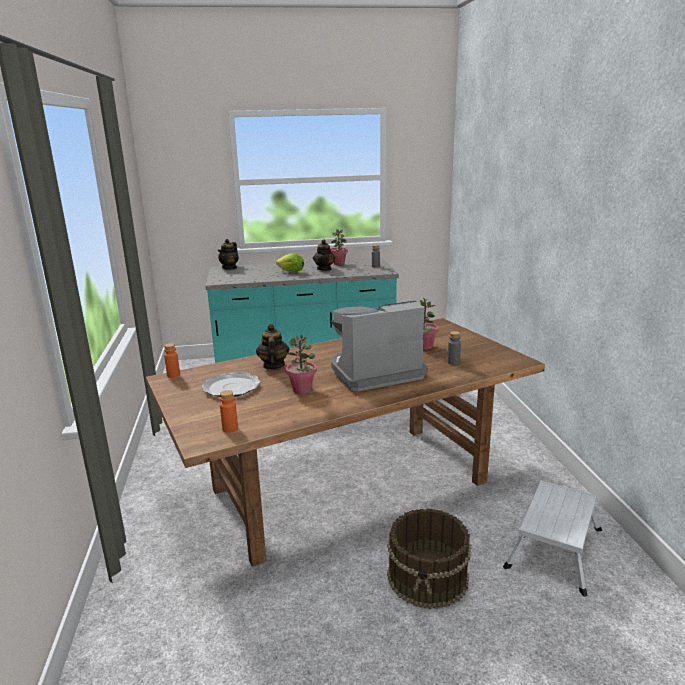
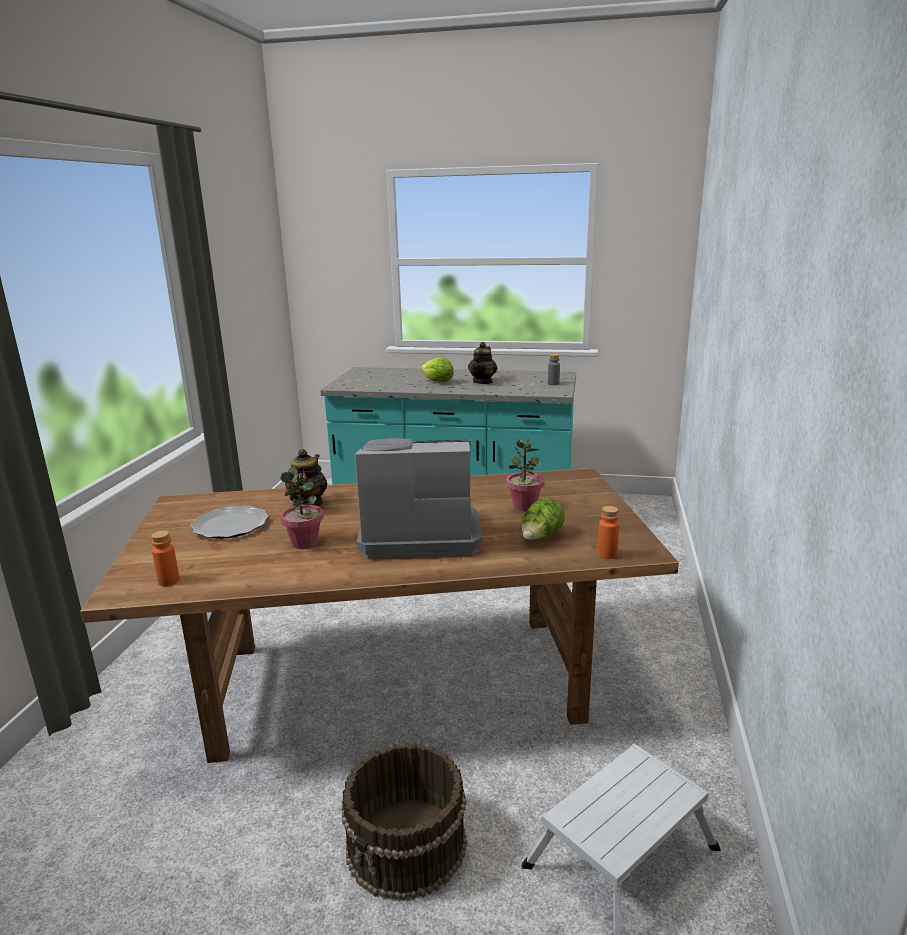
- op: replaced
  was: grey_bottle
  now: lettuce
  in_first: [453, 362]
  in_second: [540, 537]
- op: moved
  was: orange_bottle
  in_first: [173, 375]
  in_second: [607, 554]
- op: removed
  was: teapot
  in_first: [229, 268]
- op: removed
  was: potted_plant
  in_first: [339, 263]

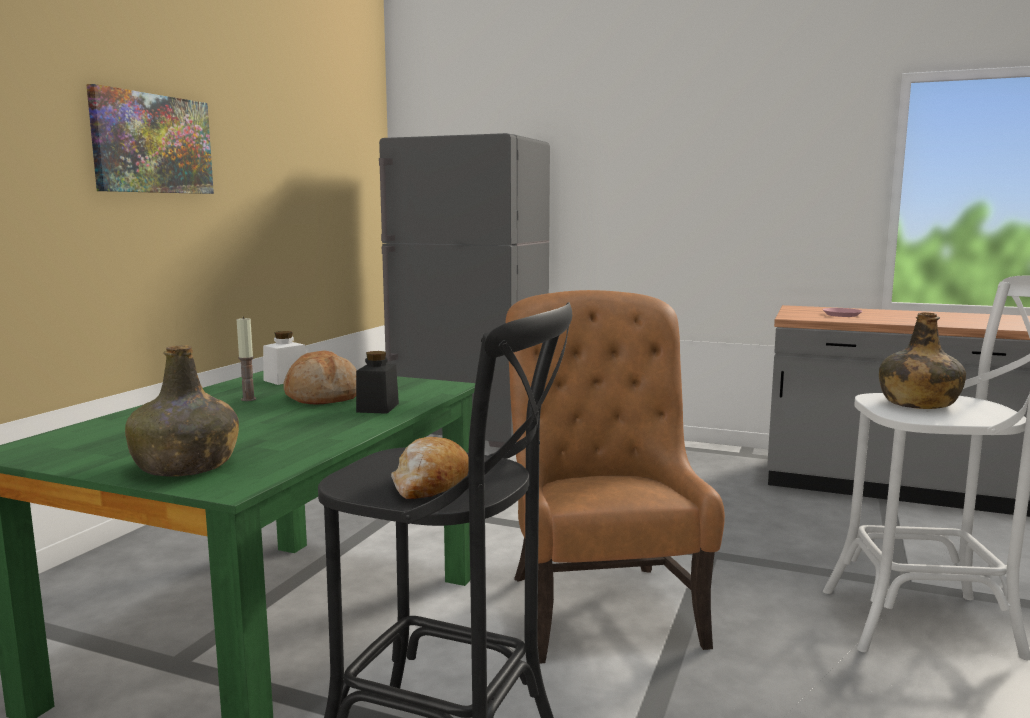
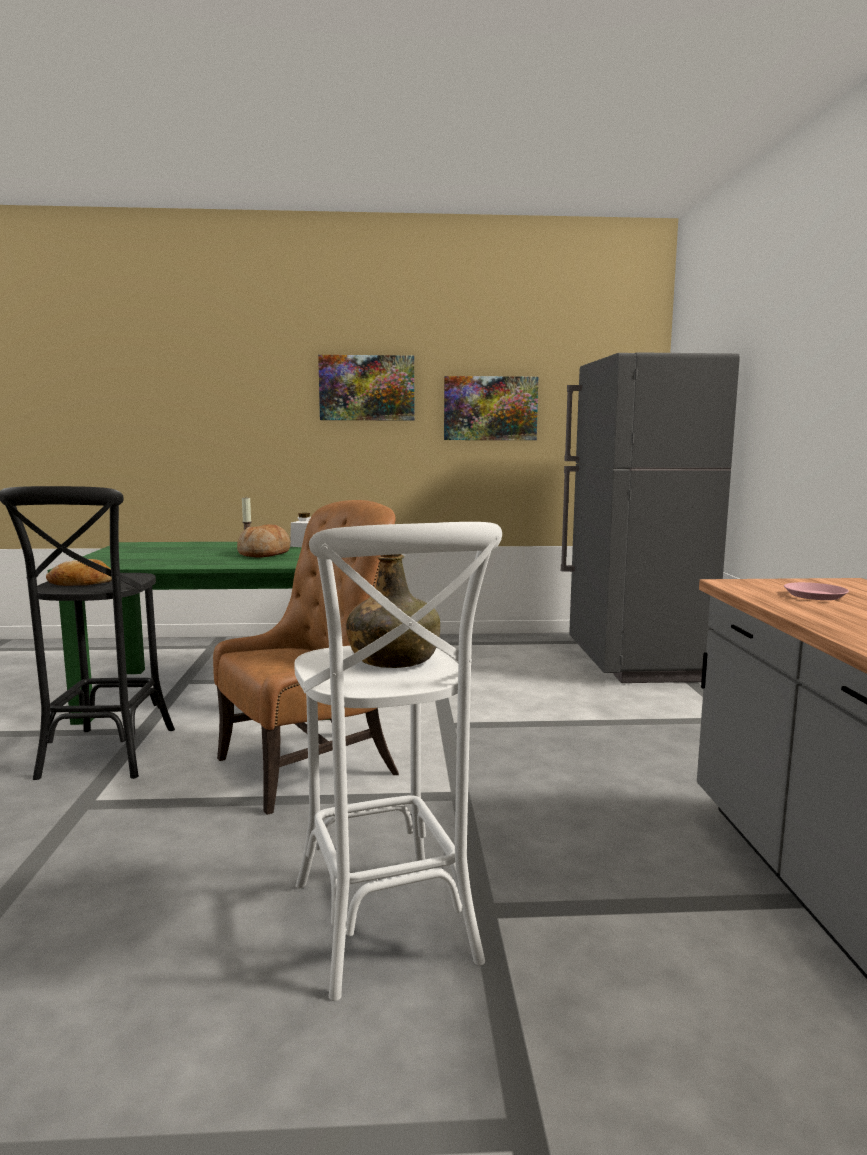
- op: added
  now: picture
  in_second: [490, 408]
- op: removed
  was: green_bottle
  in_first: [186, 466]
- op: removed
  was: black_jar
  in_first: [377, 408]

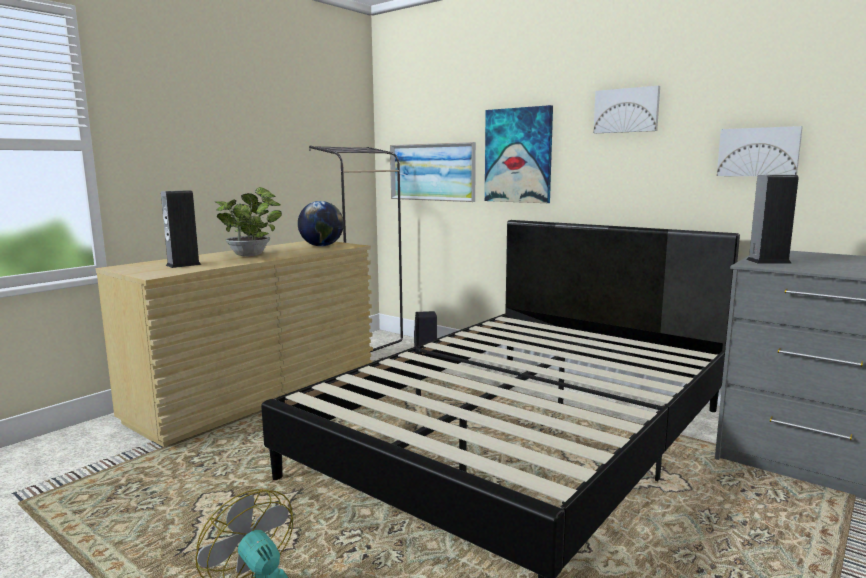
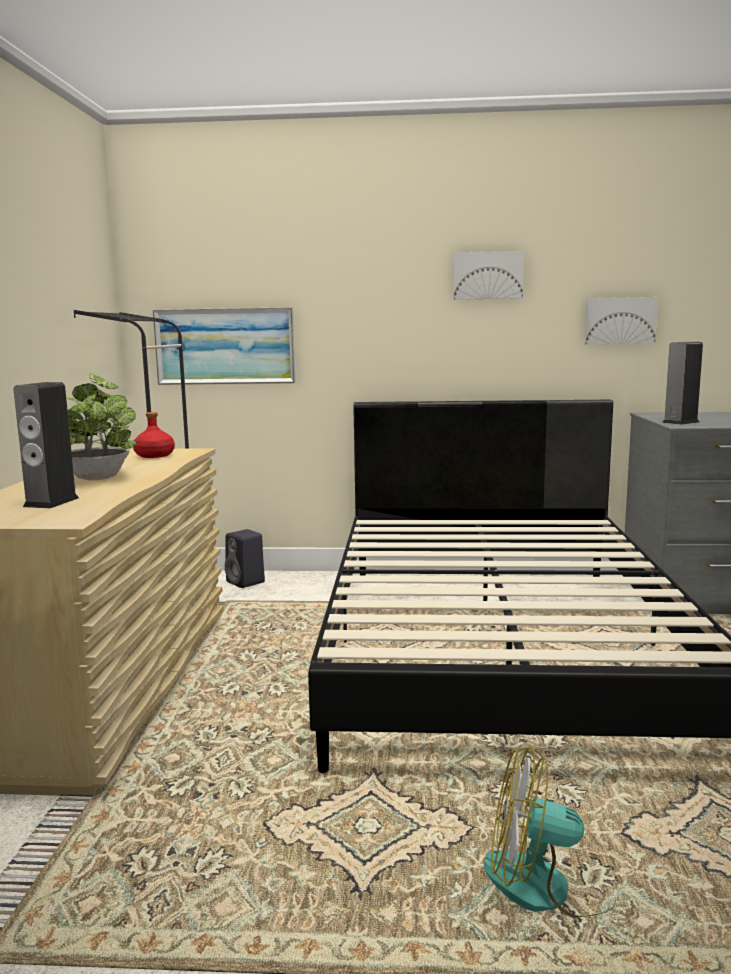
- op: replaced
  was: globe
  now: red_bottle
  in_first: [321, 246]
  in_second: [154, 455]
- op: removed
  was: picture
  in_first: [518, 155]

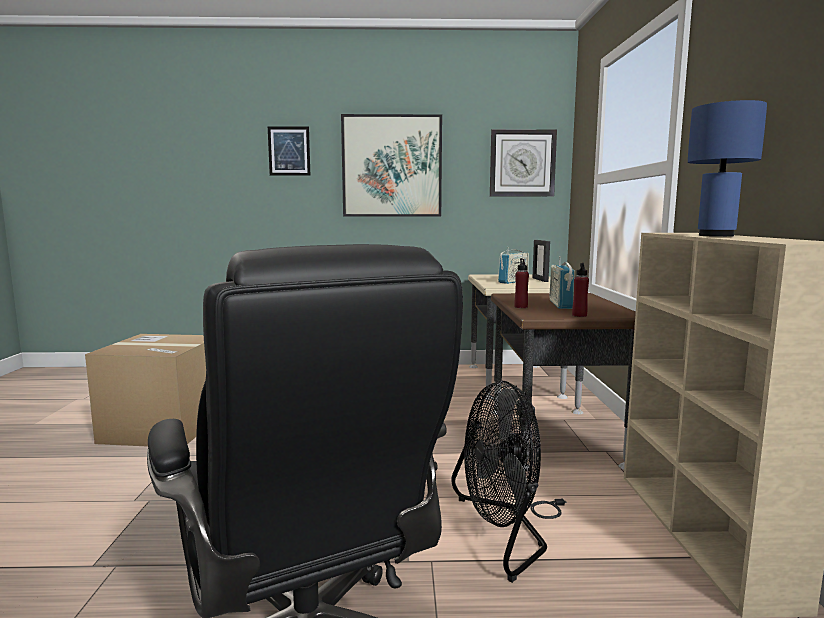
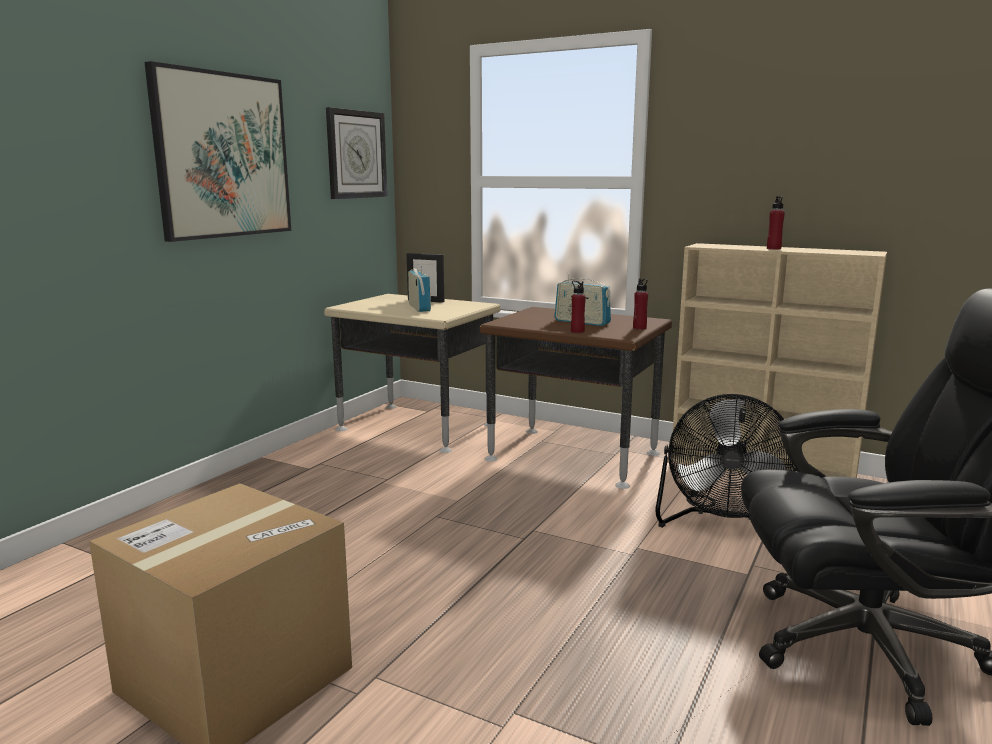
- op: replaced
  was: blue_table_lamp
  now: red_bottle
  in_first: [716, 236]
  in_second: [773, 248]
- op: removed
  was: picture
  in_first: [289, 151]

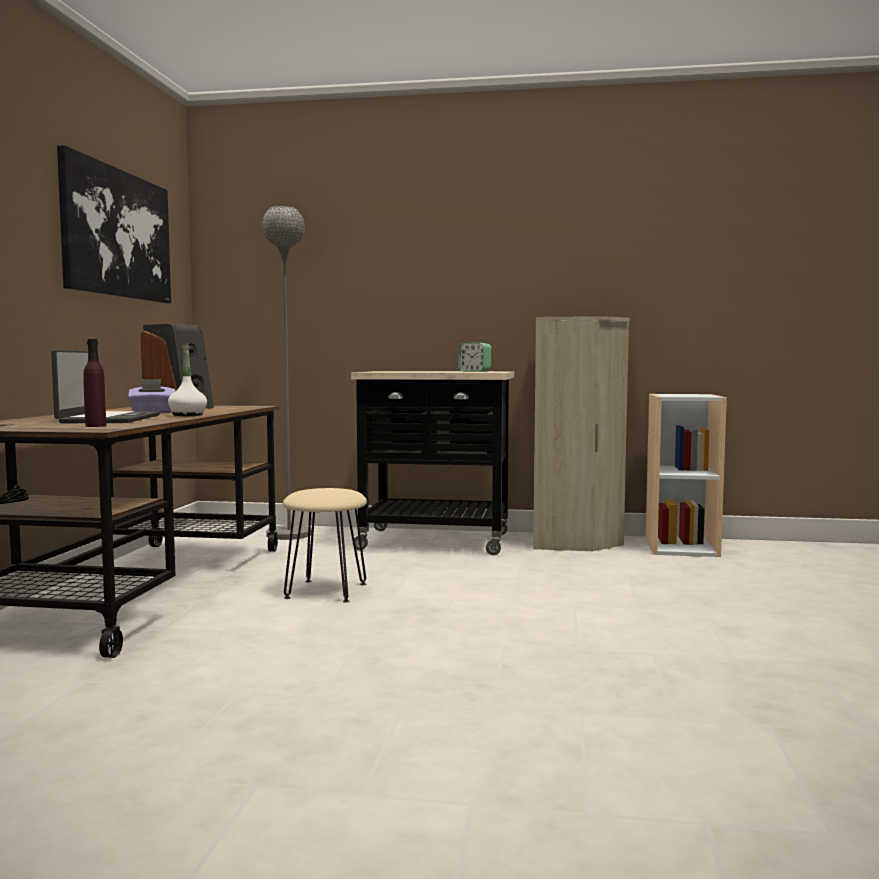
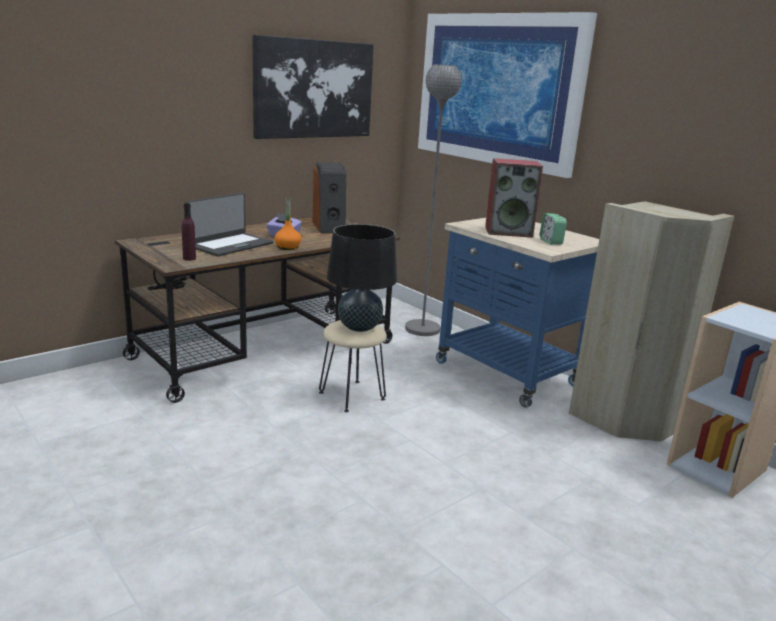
- op: recoloured
  was: white_bottle
  now: orange_bottle
  in_first: [187, 415]
  in_second: [287, 247]
- op: added
  now: black_table_lamp
  in_second: [359, 327]
- op: added
  now: picture
  in_second: [497, 90]
- op: recoloured
  was: black_cart
  now: blue_cart
  in_first: [436, 542]
  in_second: [507, 374]
- op: added
  now: speaker
  in_second: [509, 231]

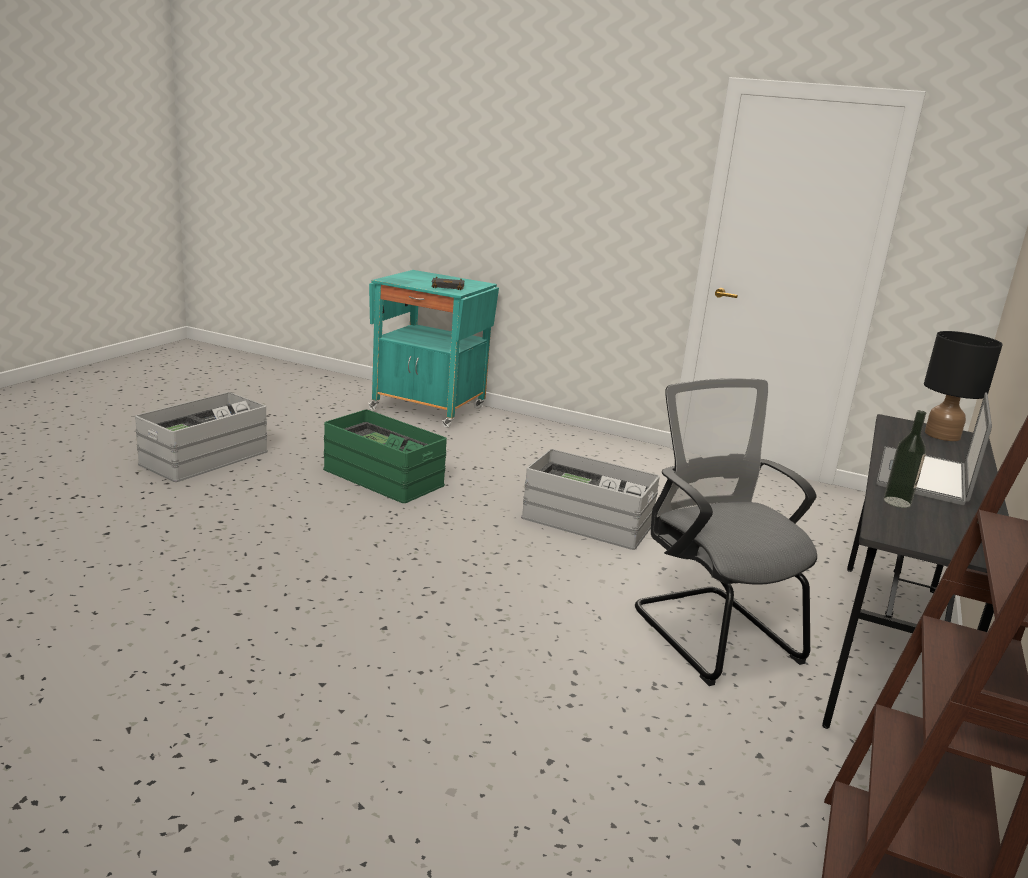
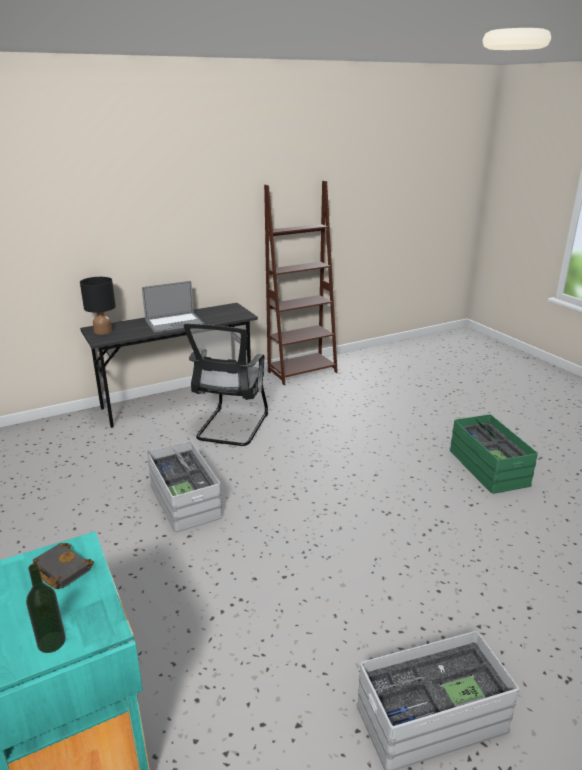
- op: moved
  was: bottle
  in_first: [897, 502]
  in_second: [51, 642]
- op: moved
  was: green_storage_box
  in_first: [384, 477]
  in_second: [487, 467]

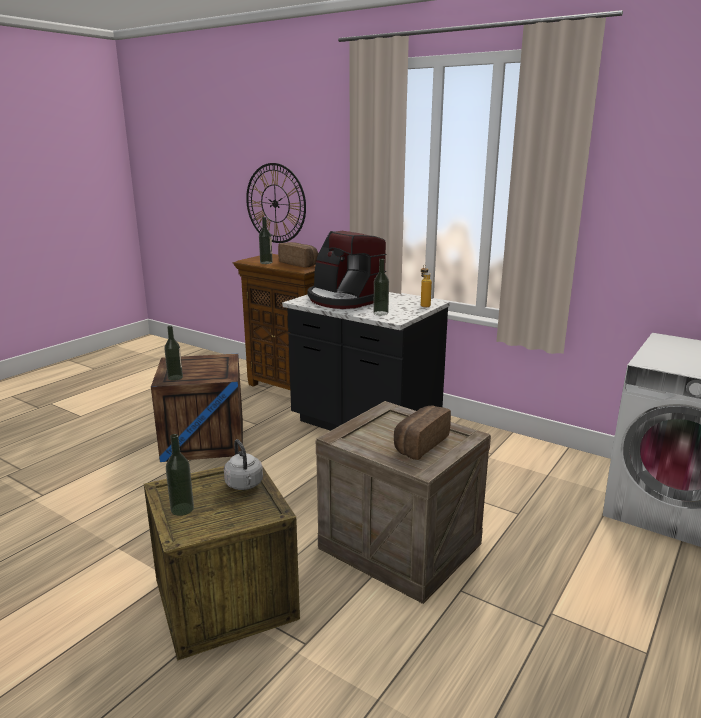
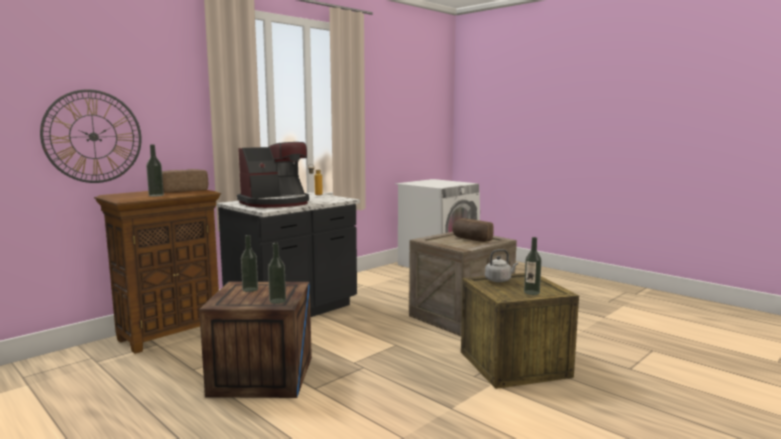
- op: moved
  was: bottle
  in_first: [380, 313]
  in_second: [250, 289]

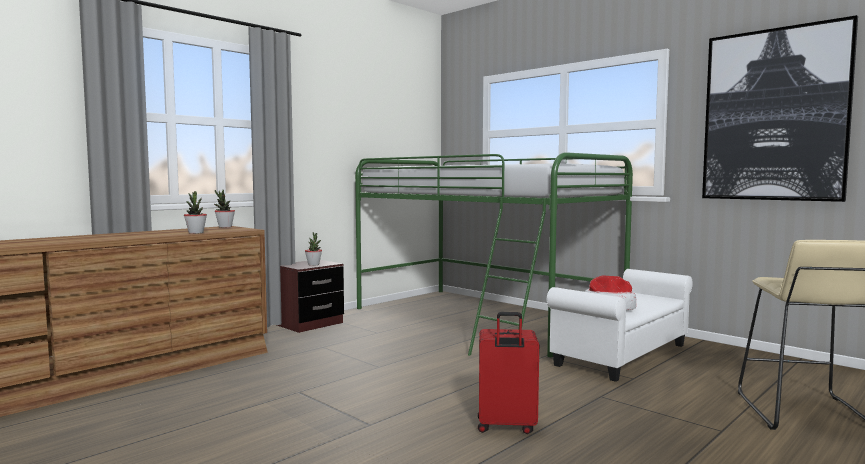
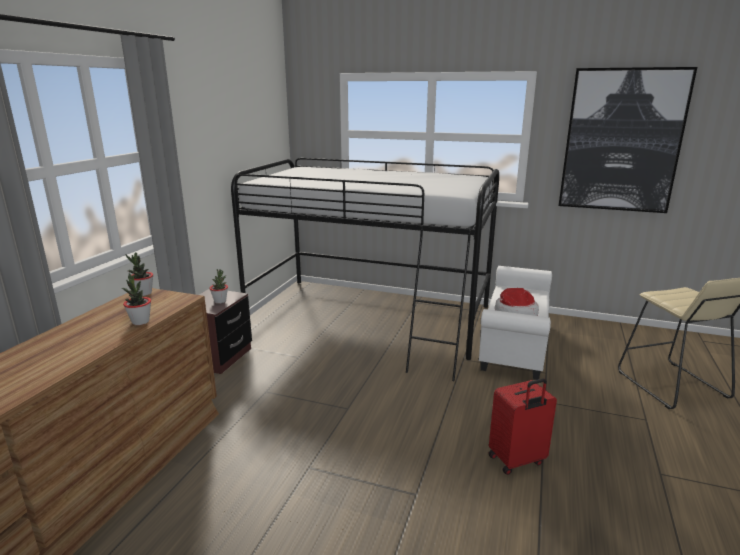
- op: recoloured
  was: green_bed
  now: black_bed
  in_first: [484, 318]
  in_second: [371, 316]

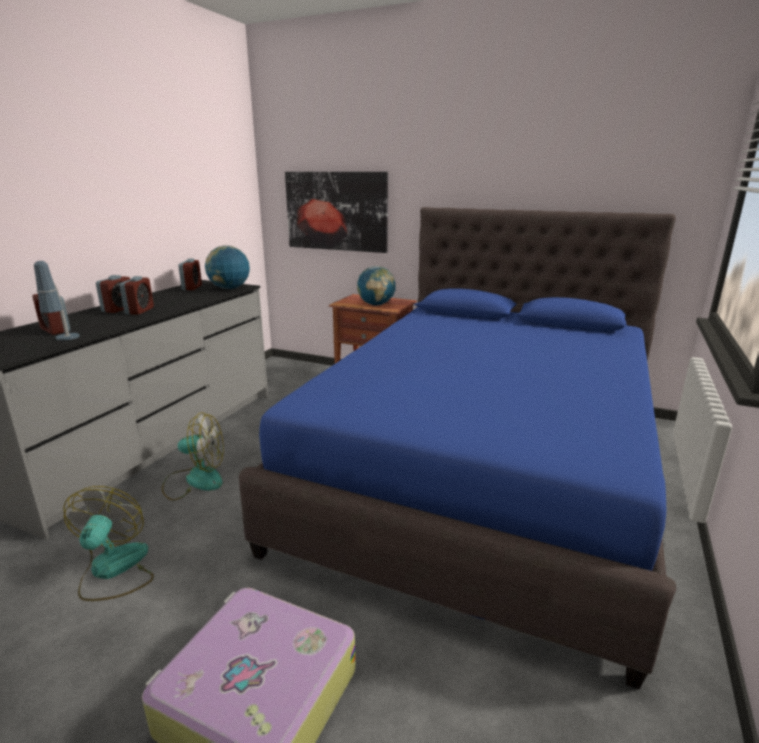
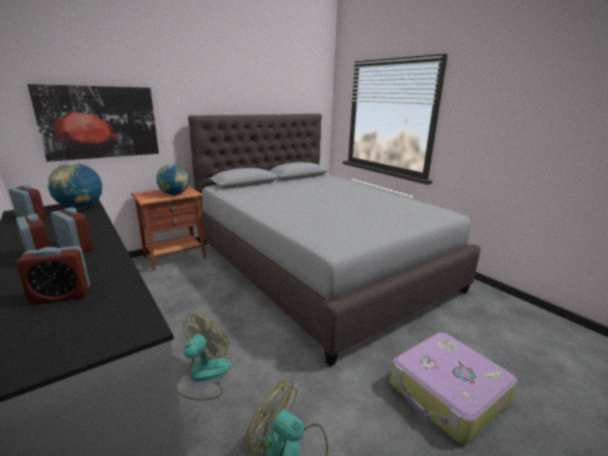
- op: recoloured
  was: blue_bed
  now: grey_bed
  in_first: [484, 470]
  in_second: [318, 265]
- op: removed
  was: table_lamp
  in_first: [64, 342]

